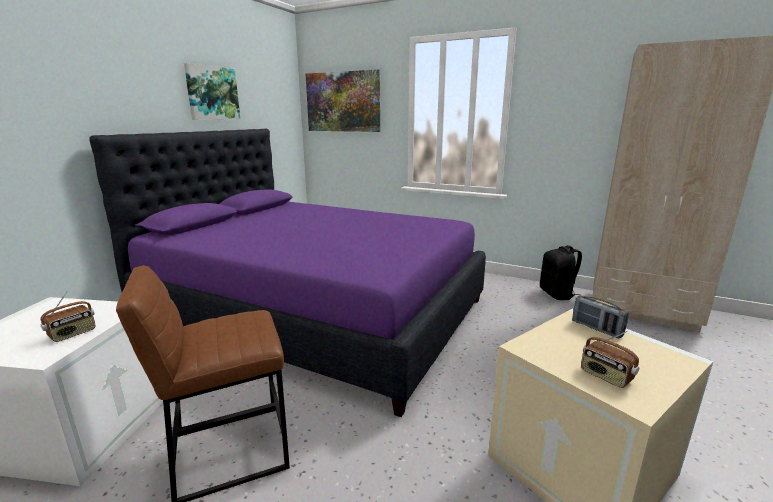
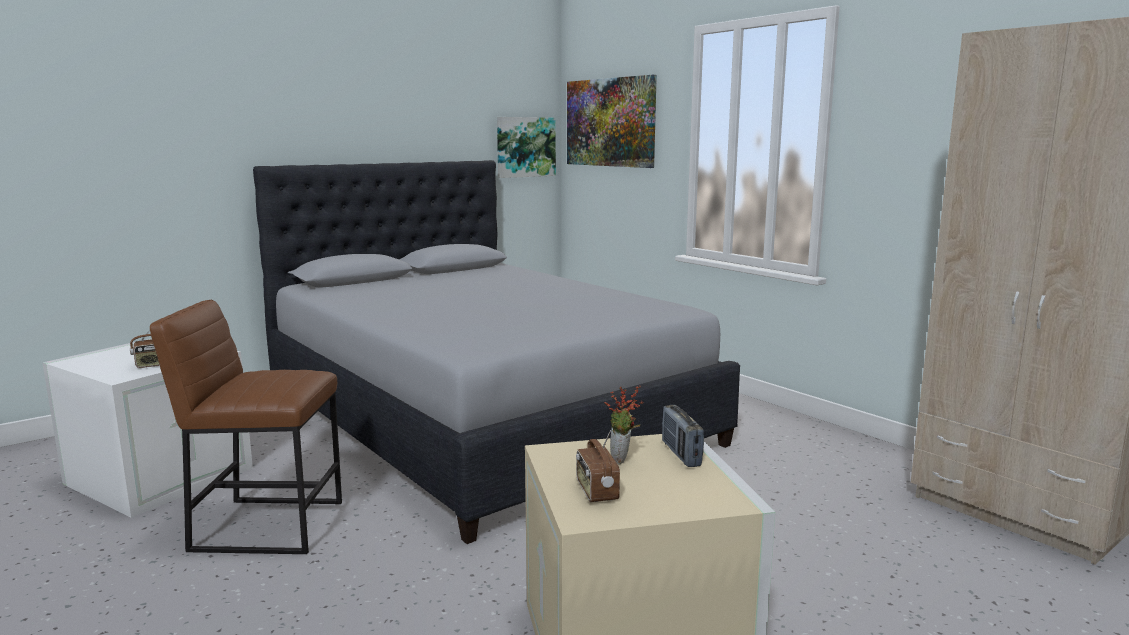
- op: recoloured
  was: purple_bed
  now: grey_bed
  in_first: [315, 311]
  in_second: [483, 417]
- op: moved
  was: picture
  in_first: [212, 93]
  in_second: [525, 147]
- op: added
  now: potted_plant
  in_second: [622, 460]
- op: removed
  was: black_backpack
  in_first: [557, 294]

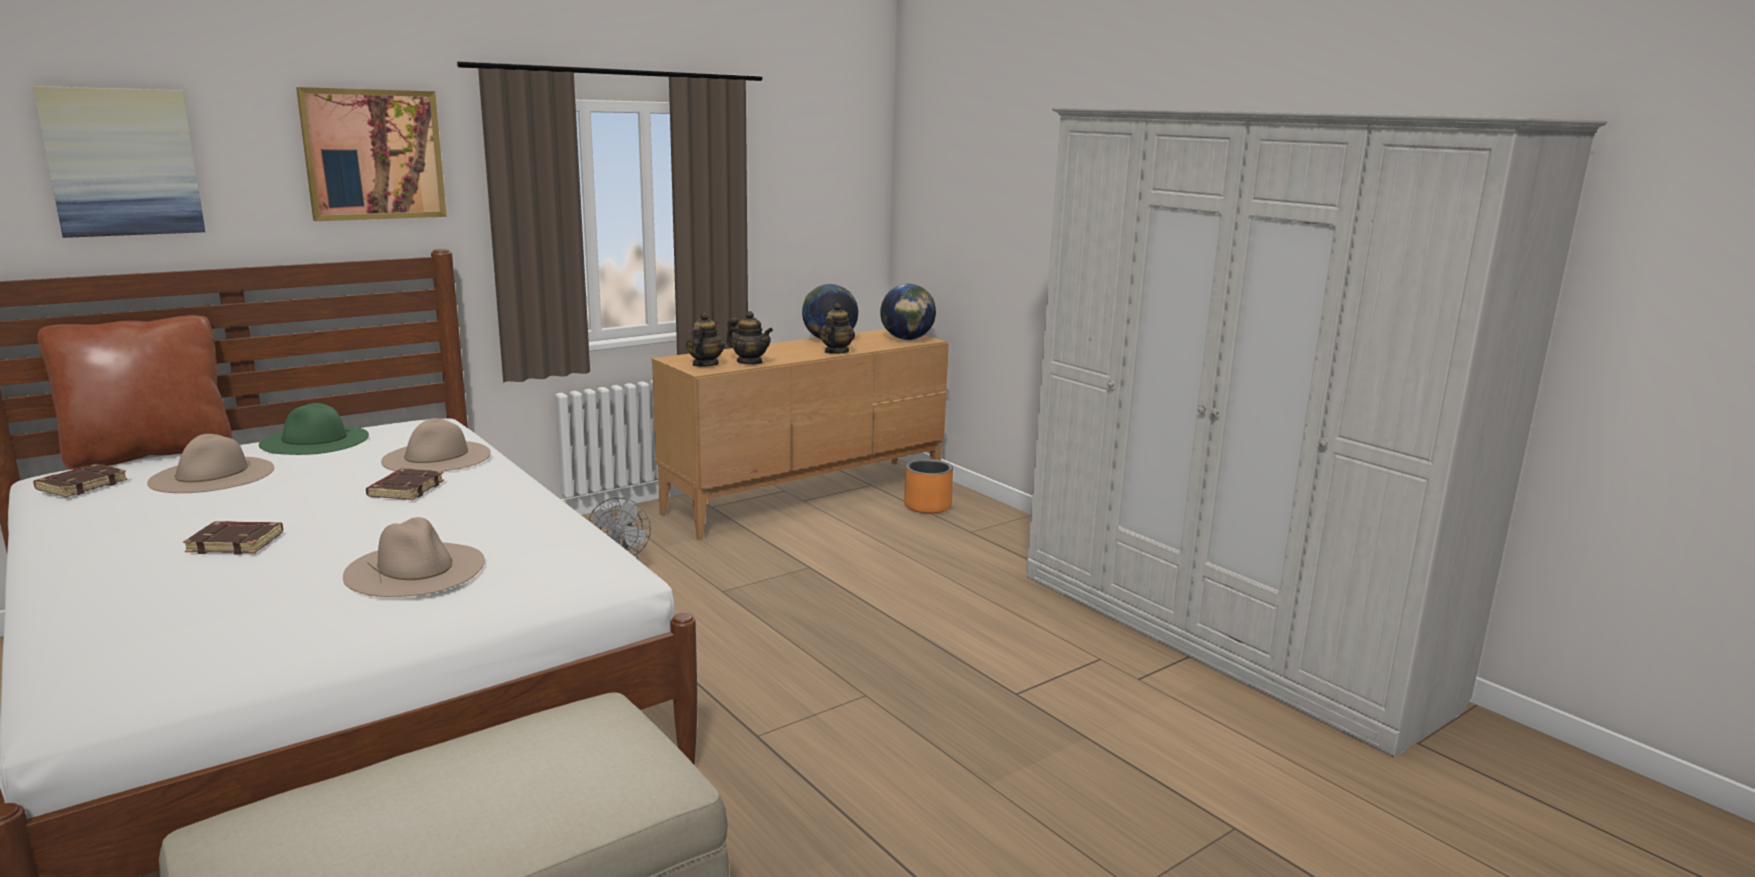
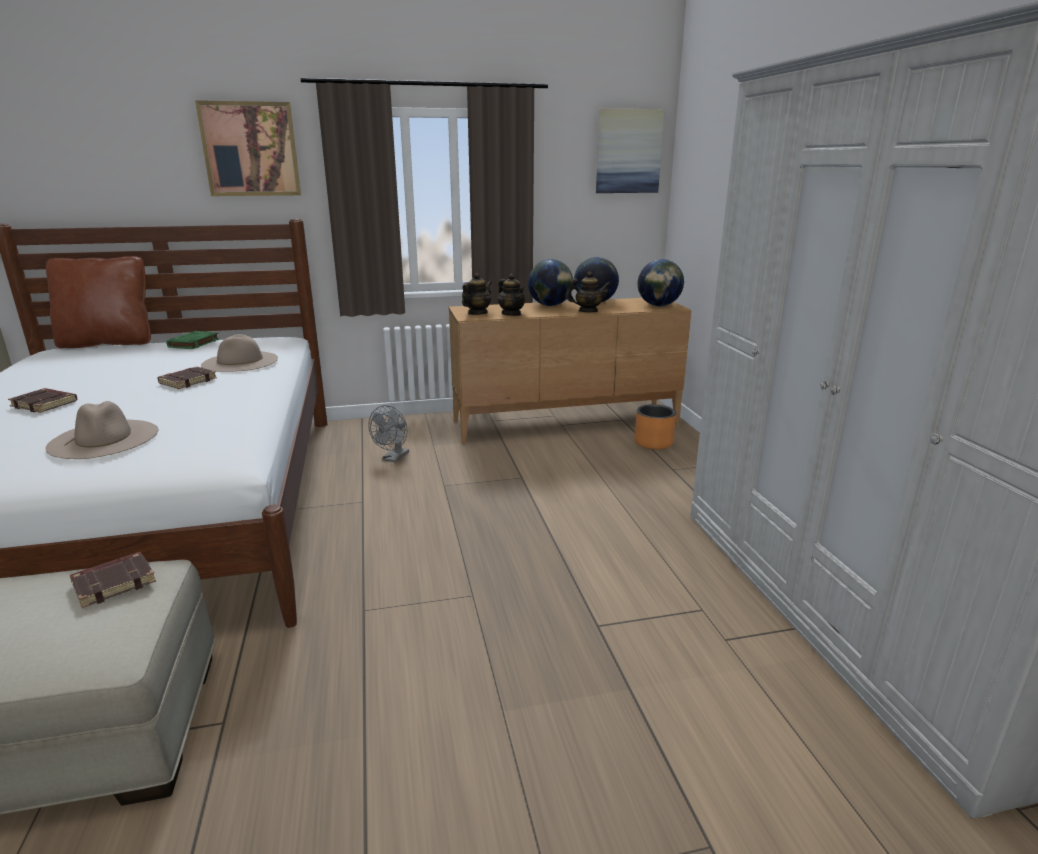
- op: moved
  was: brown_book
  in_first: [82, 485]
  in_second: [115, 583]
- op: replaced
  was: green_hat
  now: green_book
  in_first: [314, 440]
  in_second: [194, 343]
- op: added
  now: globe
  in_second: [550, 305]
- op: turned
  was: teapot
  in_first: [836, 352]
  in_second: [588, 311]
  clockwise: 45
- op: moved
  was: picture
  in_first: [122, 162]
  in_second: [628, 151]
- op: removed
  was: beige_hat
  in_first: [212, 475]

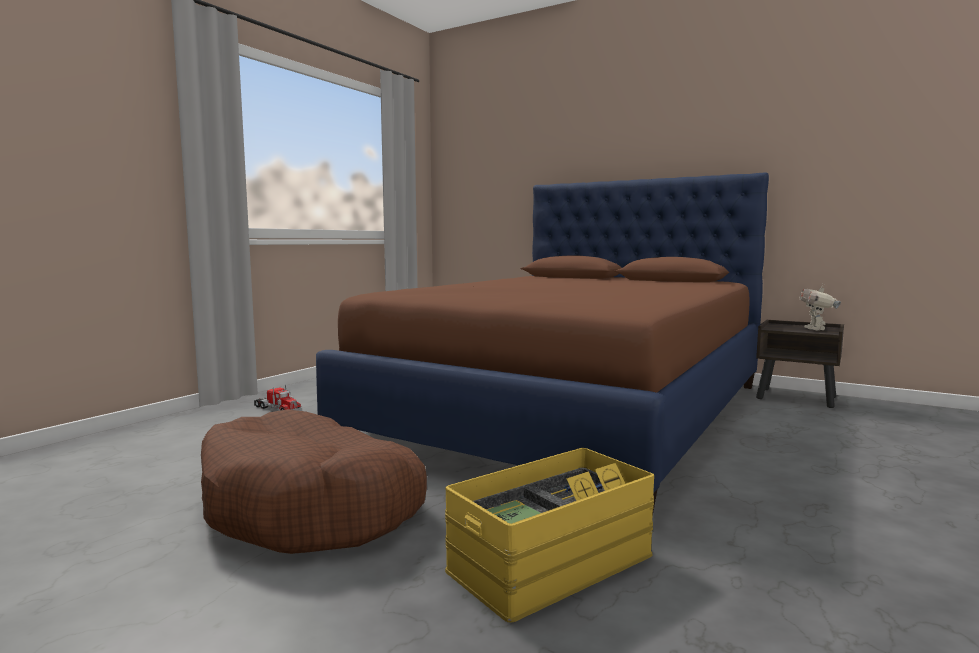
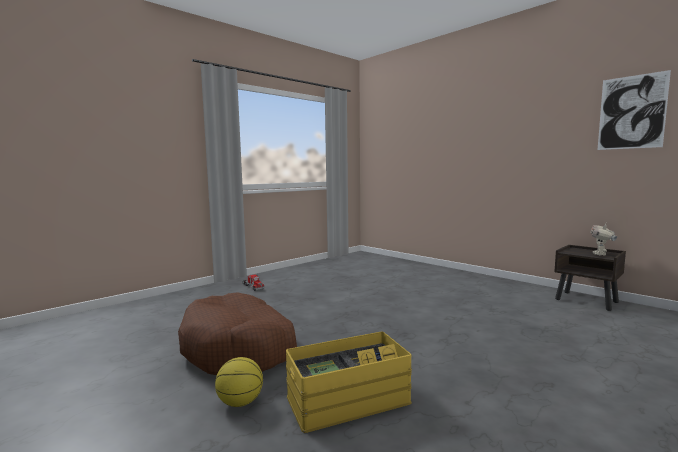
- op: added
  now: basketball
  in_second: [240, 402]
- op: added
  now: picture
  in_second: [631, 112]
- op: removed
  was: brown_bed
  in_first: [572, 410]

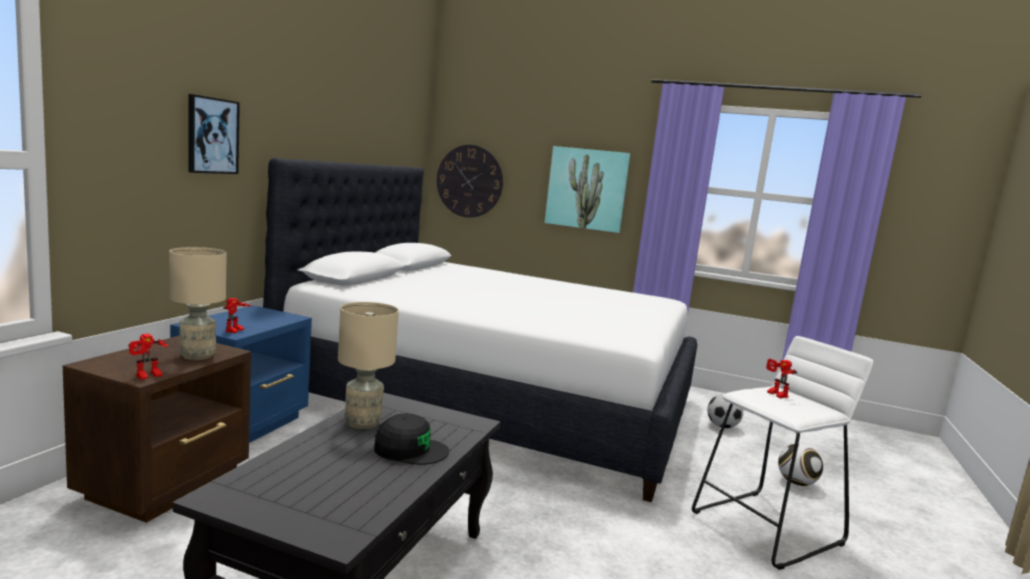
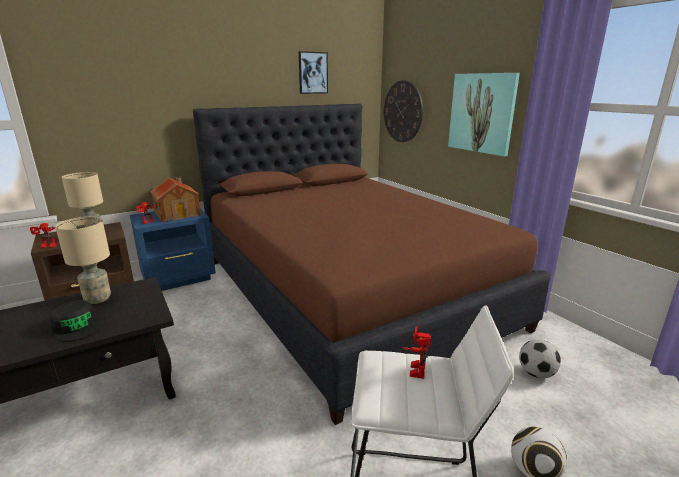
- op: added
  now: toy_house
  in_second: [178, 213]
- op: recoloured
  was: white_bed
  now: brown_bed
  in_first: [492, 398]
  in_second: [348, 291]
- op: moved
  was: picture
  in_first: [212, 135]
  in_second: [313, 73]

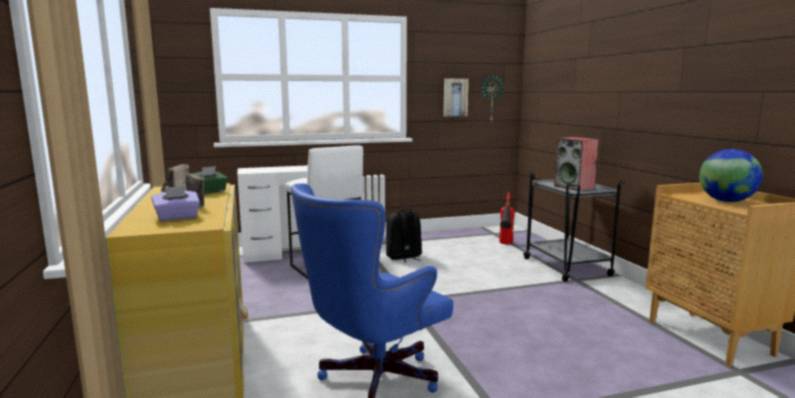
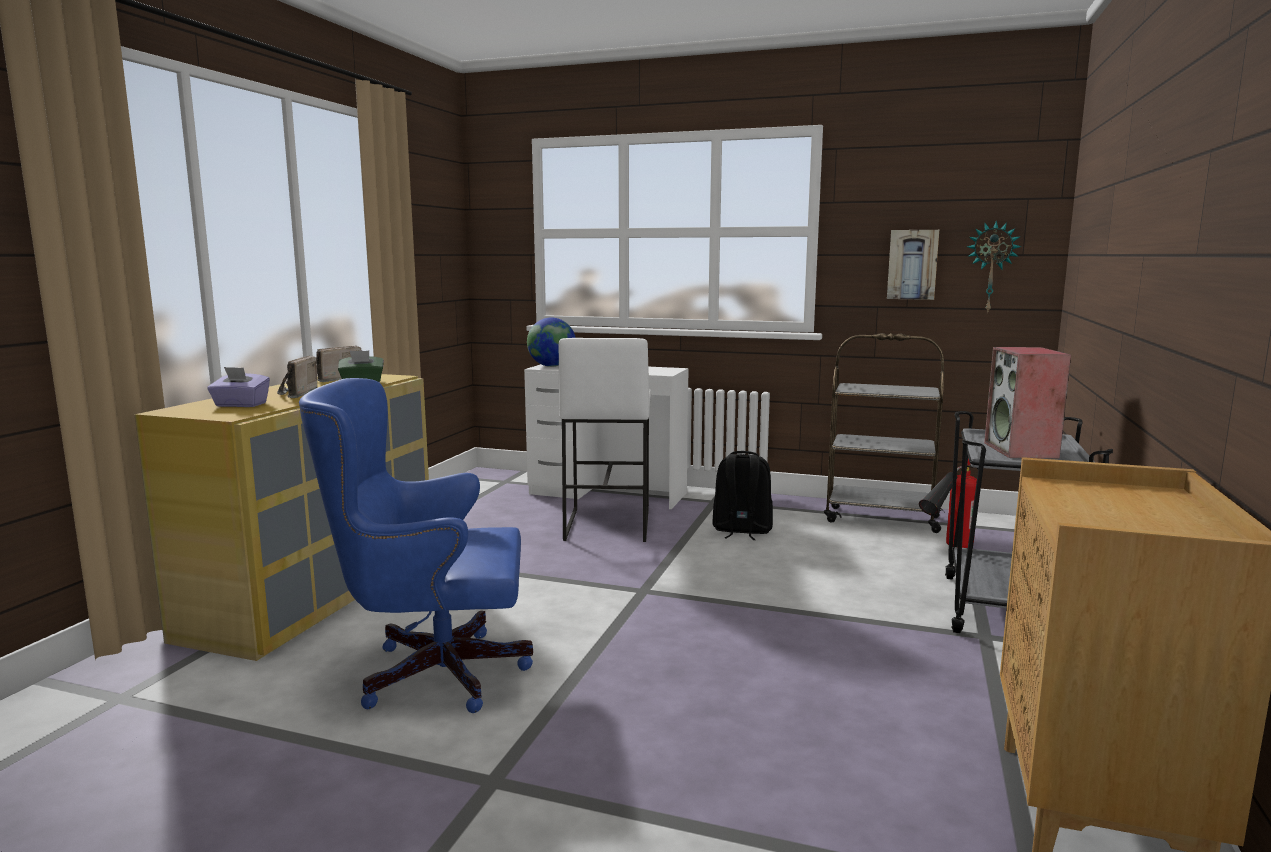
- op: moved
  was: globe
  in_first: [726, 201]
  in_second: [552, 366]
- op: added
  now: grey_cart
  in_second: [880, 519]

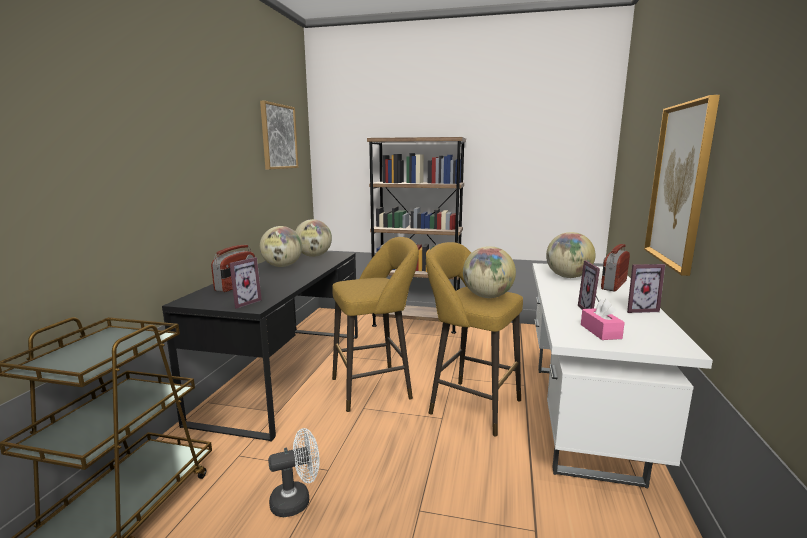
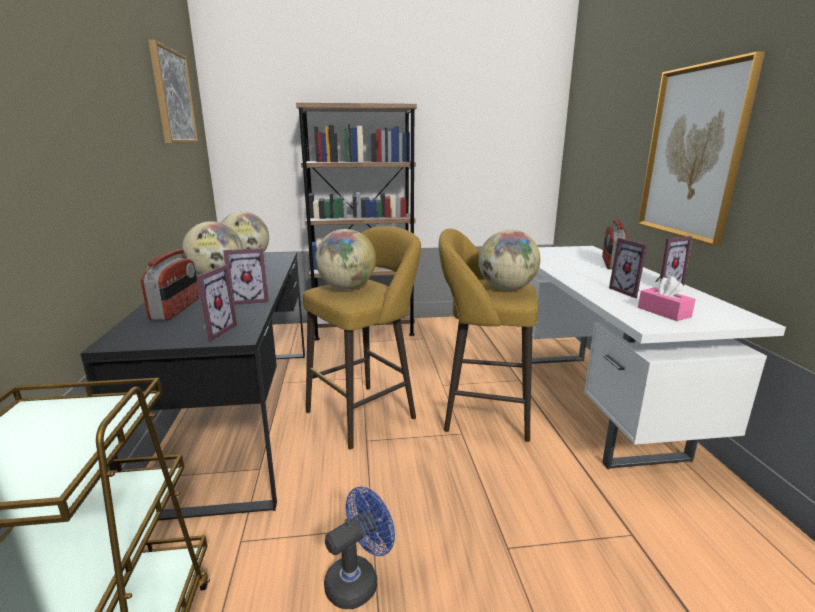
- op: added
  now: picture_frame
  in_second: [250, 300]
- op: moved
  was: globe
  in_first: [568, 277]
  in_second: [346, 288]
- op: recoloured
  was: white_fan
  now: blue_fan
  in_first: [297, 500]
  in_second: [358, 580]

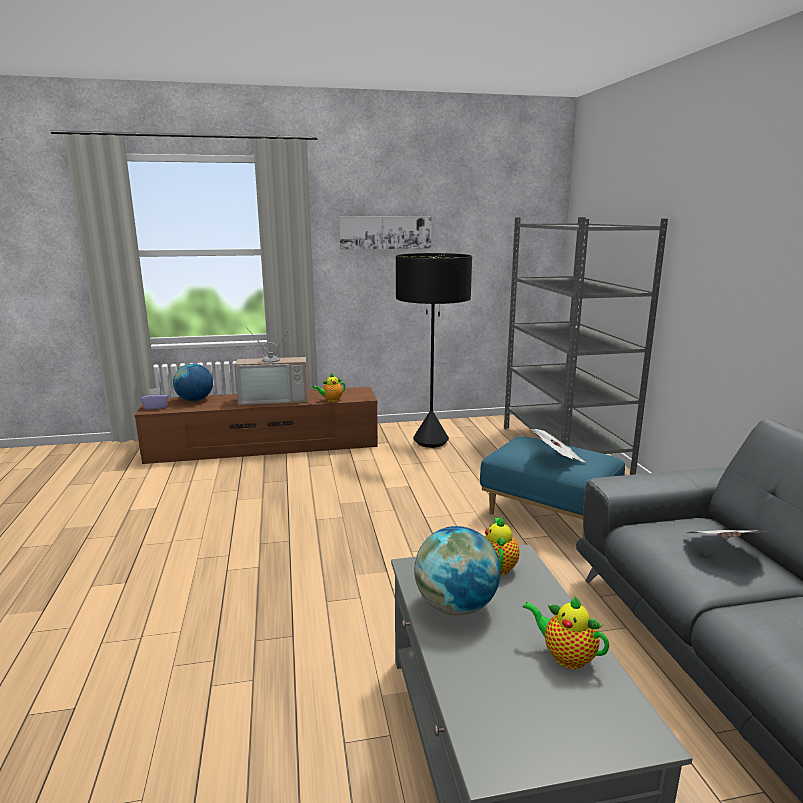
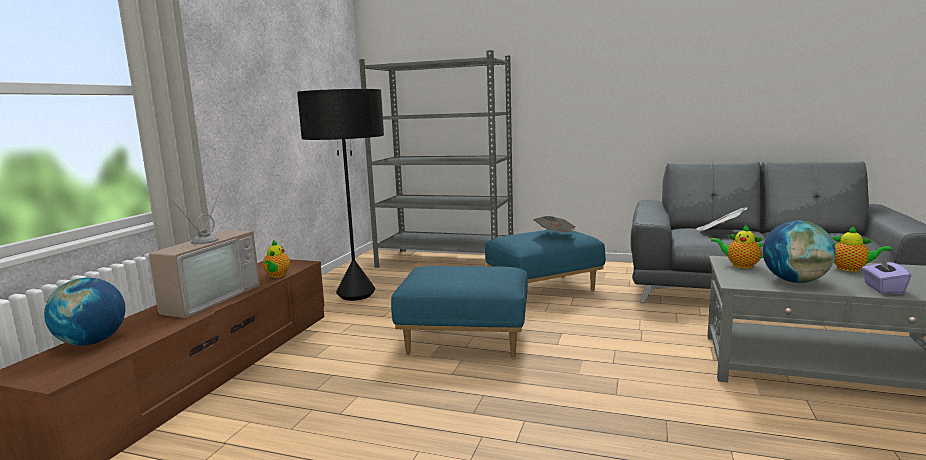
- op: added
  now: blue_ottoman
  in_second: [464, 342]
- op: turned
  was: teapot
  in_first: [565, 656]
  in_second: [851, 269]
  clockwise: -120
- op: moved
  was: purple_tissue_box
  in_first: [156, 407]
  in_second: [883, 288]
- op: removed
  was: picture
  in_first: [385, 232]

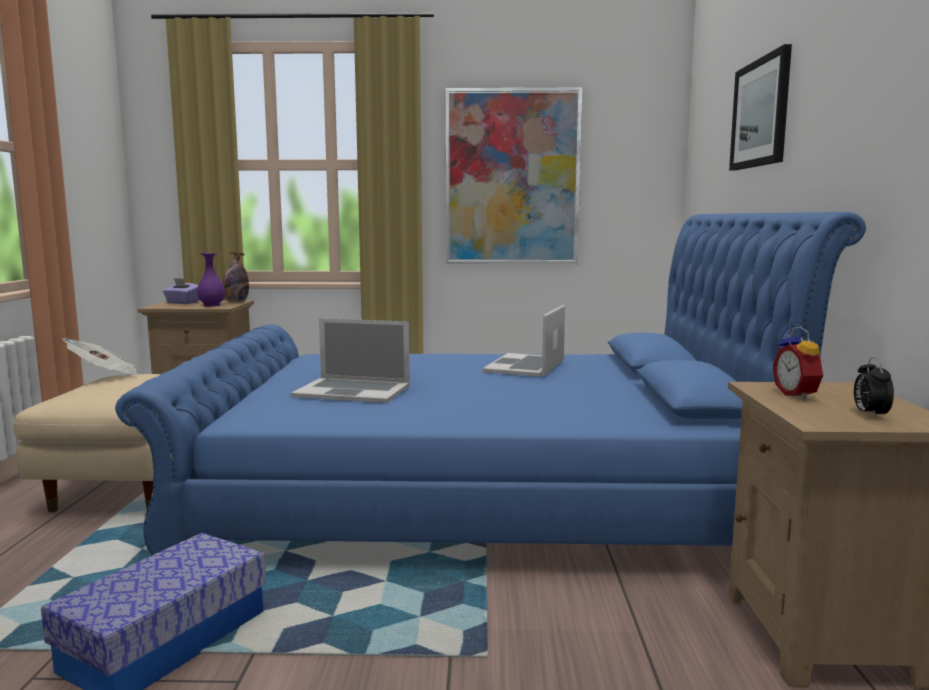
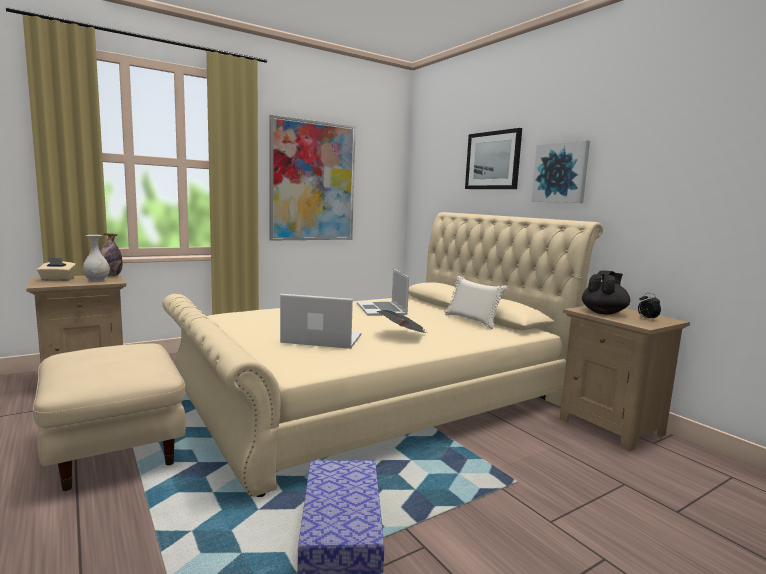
- op: recoloured
  was: purple_tissue_box
  now: beige_tissue_box
  in_first: [182, 303]
  in_second: [57, 280]
- op: recoloured
  was: purple_vase
  now: white_vase
  in_first: [212, 305]
  in_second: [97, 280]
- op: recoloured
  was: blue_bed
  now: beige_bed
  in_first: [477, 491]
  in_second: [375, 393]
- op: turned
  was: laptop
  in_first: [353, 391]
  in_second: [321, 339]
  clockwise: -150
- op: moved
  was: newspaper
  in_first: [105, 375]
  in_second: [403, 335]
- op: added
  now: white_pillow
  in_second: [472, 321]
- op: added
  now: picture
  in_second: [560, 173]
- op: replaced
  was: alarm_clock
  now: black_teapot
  in_first: [798, 395]
  in_second: [604, 312]

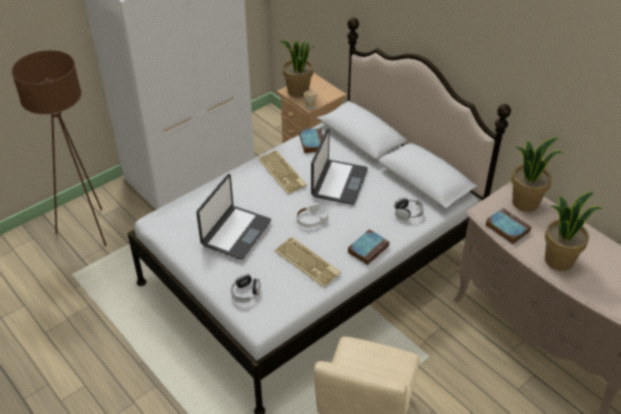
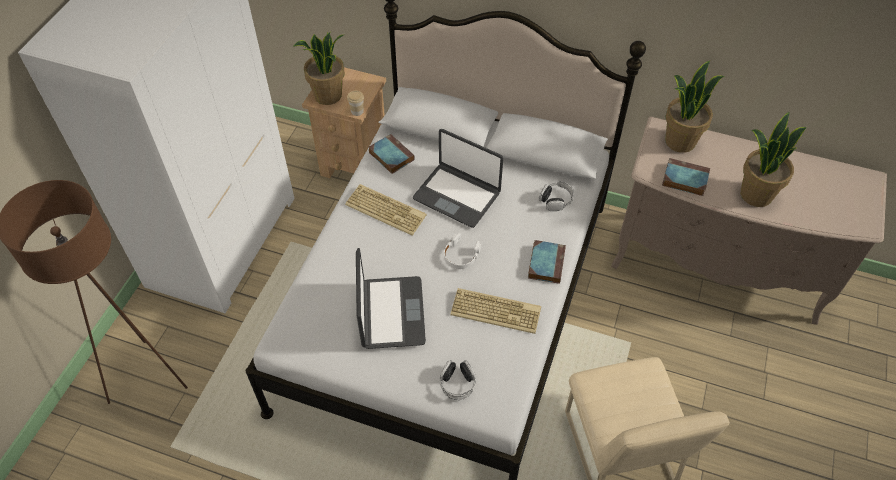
- op: turned
  was: laptop
  in_first: [338, 182]
  in_second: [457, 195]
  clockwise: 135

